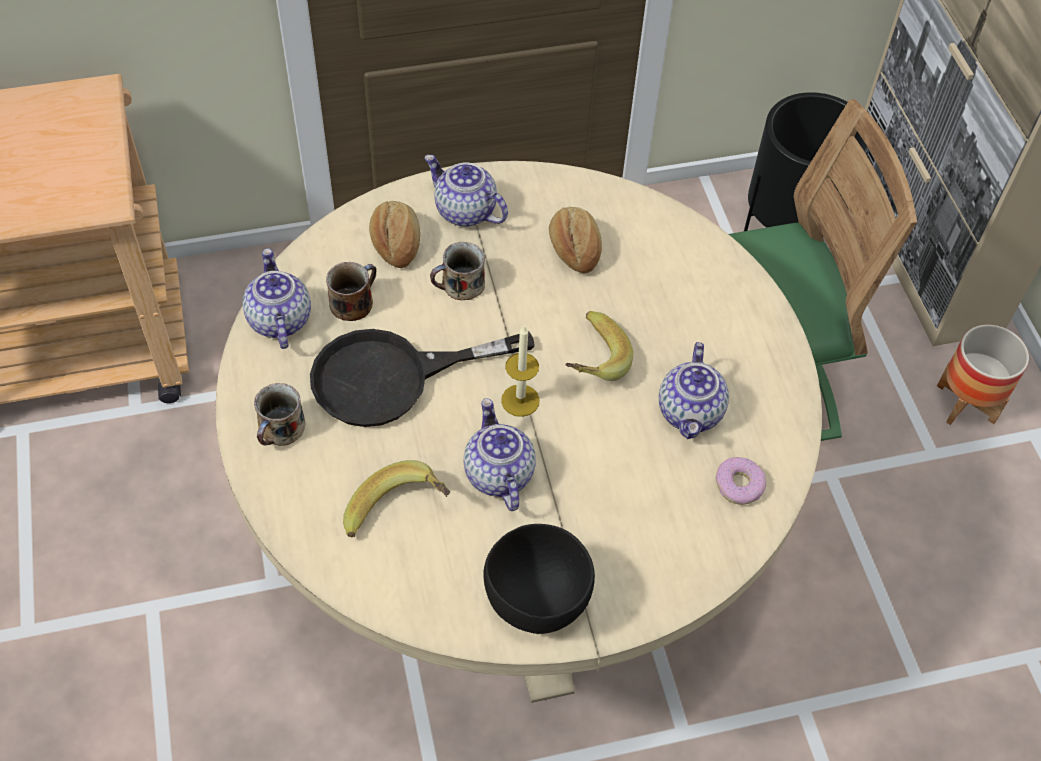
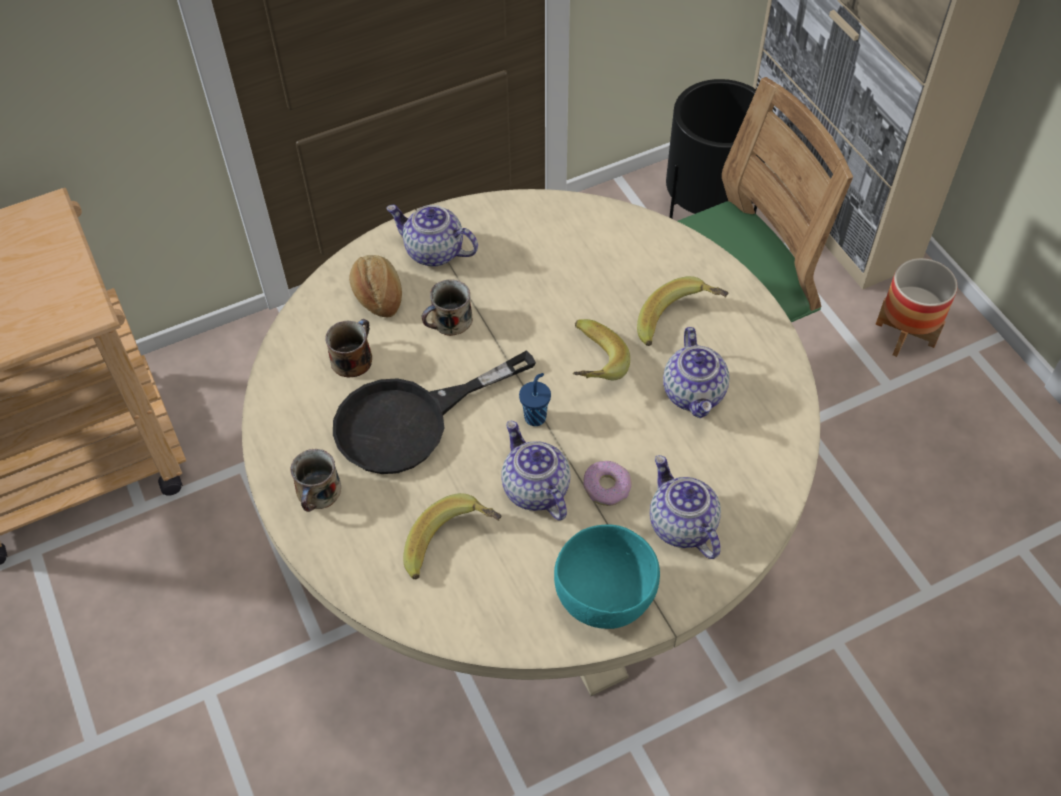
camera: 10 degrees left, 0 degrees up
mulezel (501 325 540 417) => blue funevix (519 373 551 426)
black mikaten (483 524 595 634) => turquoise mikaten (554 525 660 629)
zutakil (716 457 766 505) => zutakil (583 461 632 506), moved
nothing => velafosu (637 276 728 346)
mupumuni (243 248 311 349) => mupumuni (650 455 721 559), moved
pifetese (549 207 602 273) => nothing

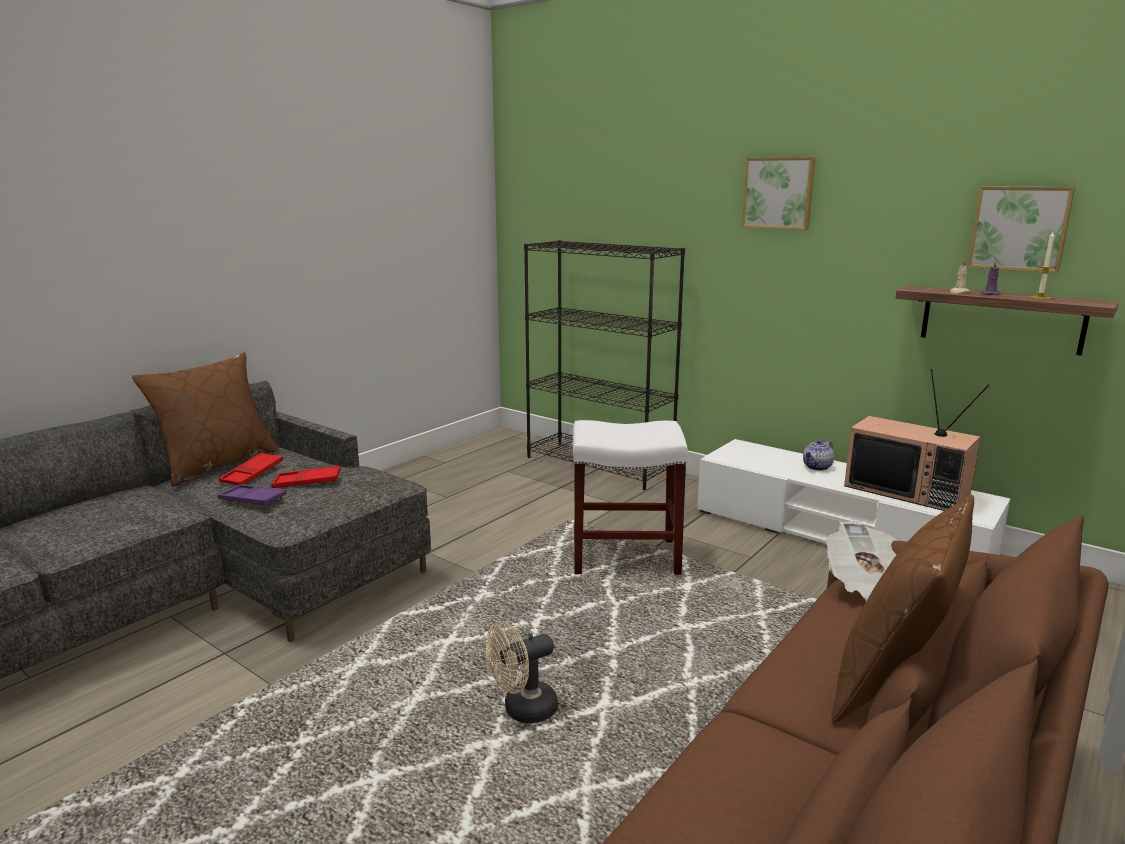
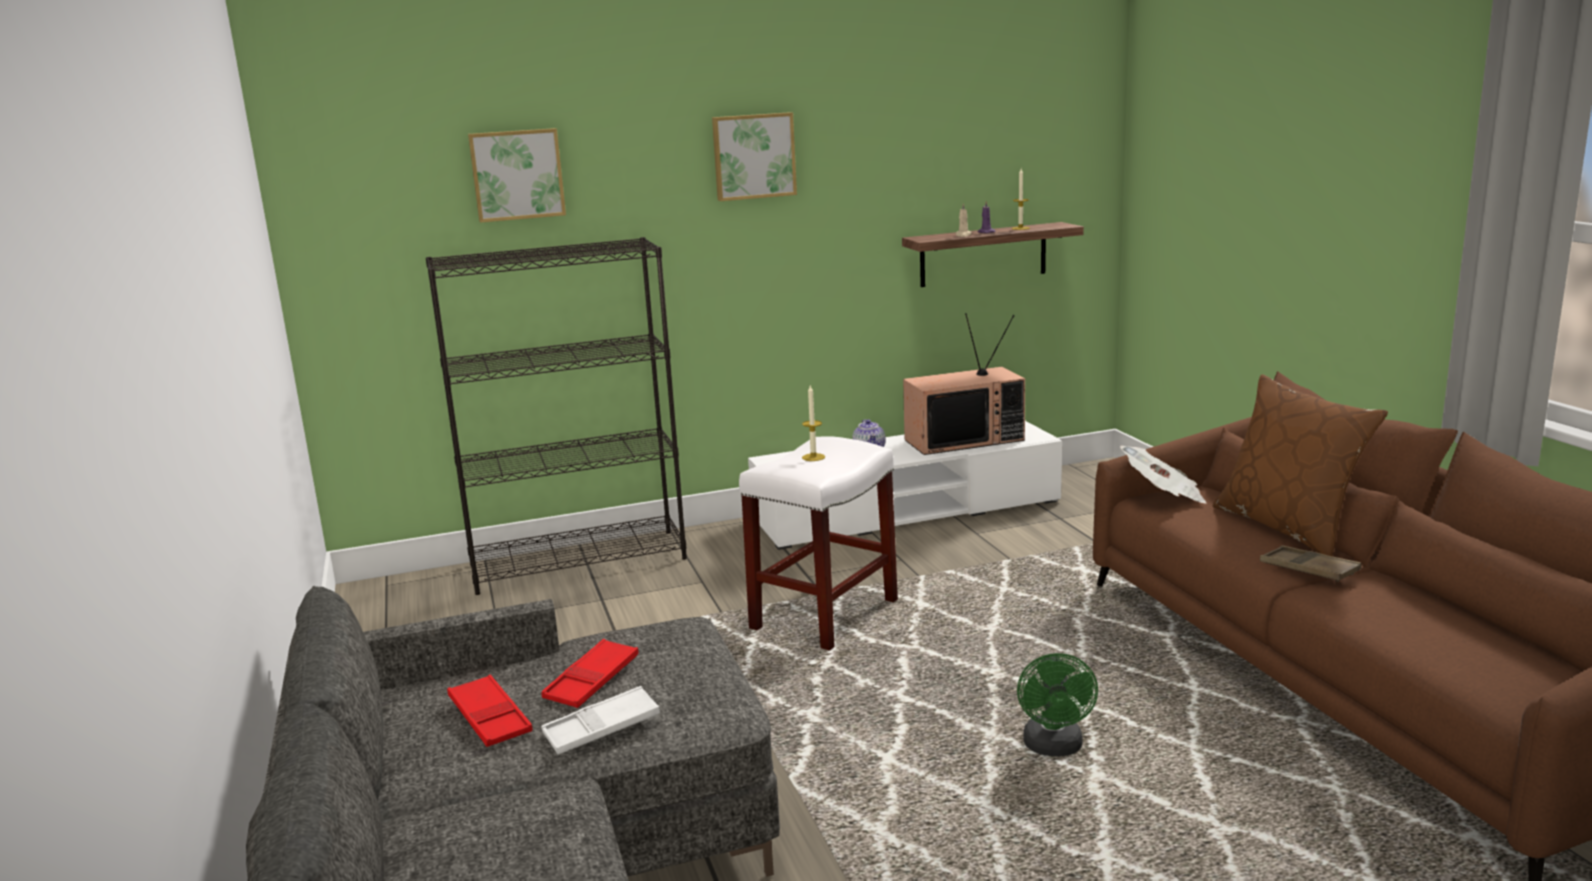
camera: 55 degrees left, 0 degrees up
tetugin (968 186 1075 273) => tetugin (468 128 566 223), moved
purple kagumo (217 484 287 506) => white kagumo (541 686 660 755)
nothing => mulezel (802 386 825 461)
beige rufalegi (486 621 558 723) => green rufalegi (1017 653 1098 756)
nothing => brown kagumo (1260 545 1361 582)
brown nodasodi (132 352 279 487) => nothing

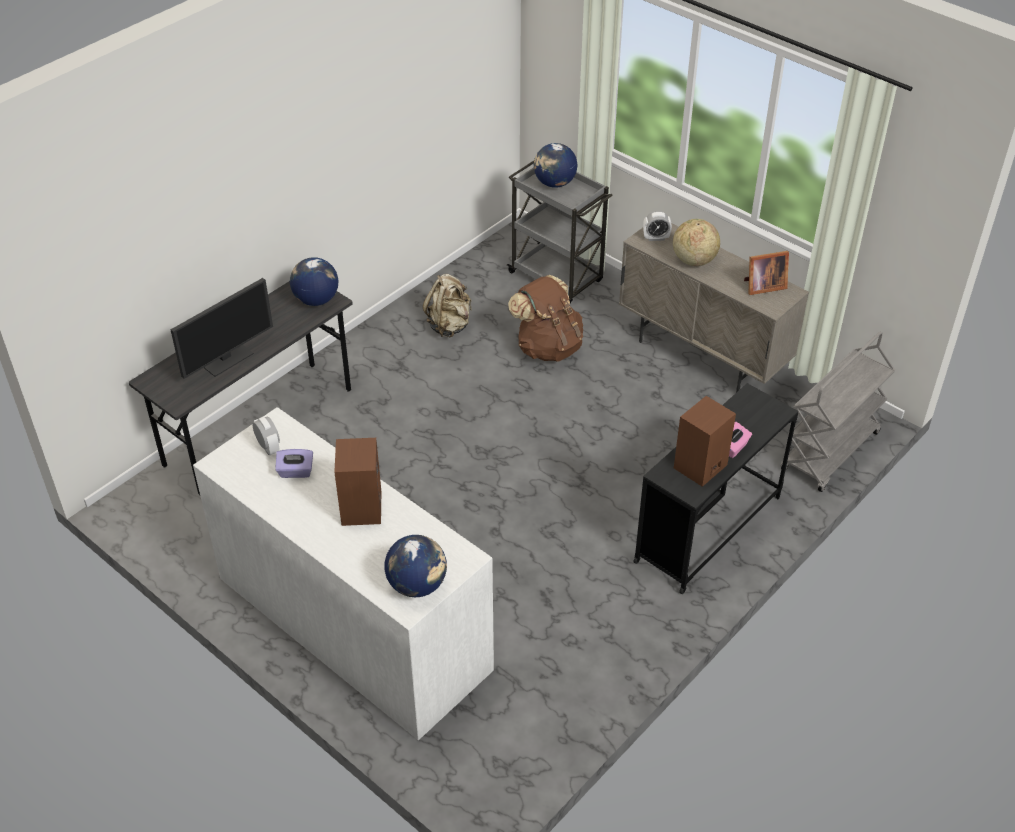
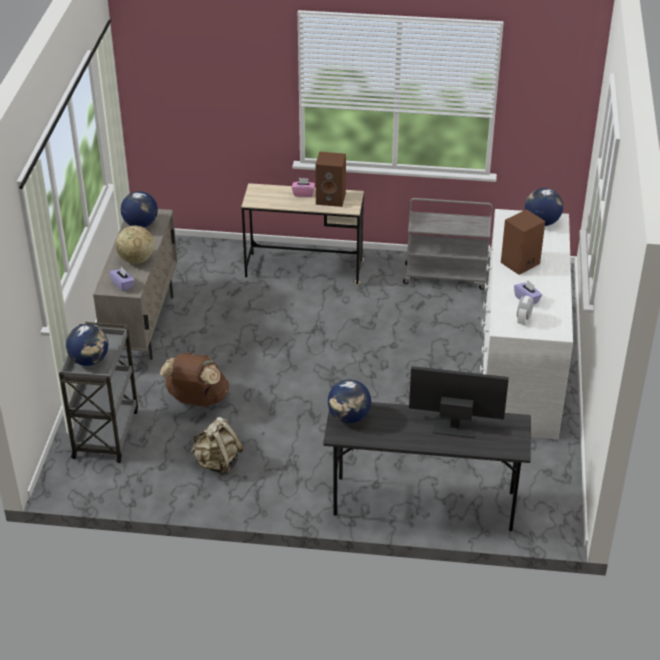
camera: 125 degrees left, 5 degrees down
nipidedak (643 211 672 241) => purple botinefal (109 267 135 291)
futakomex (744 251 789 295) => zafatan (121 191 158 228)
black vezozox (633 383 798 594) => beige vezozox (241 183 364 285)
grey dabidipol (780 332 895 492) => grey dabidipol (403 198 492 290), moved

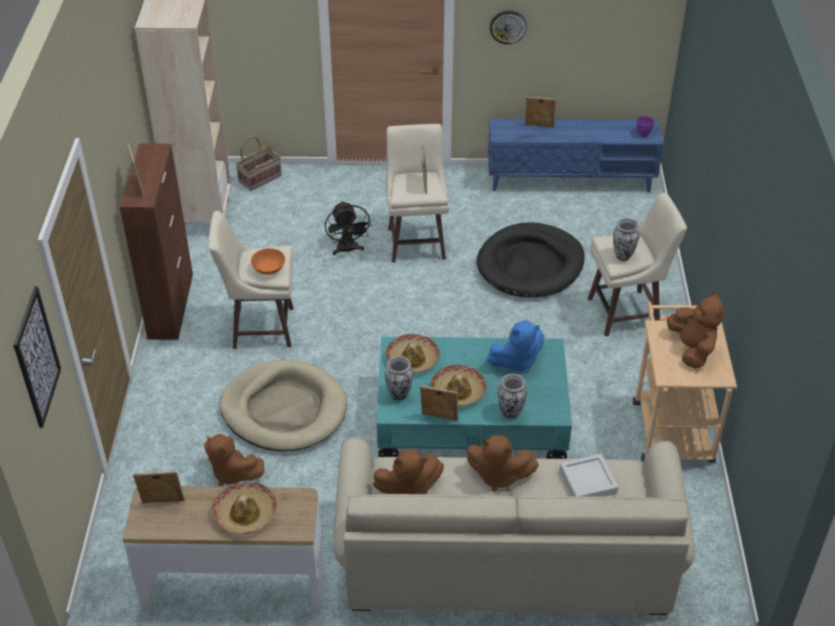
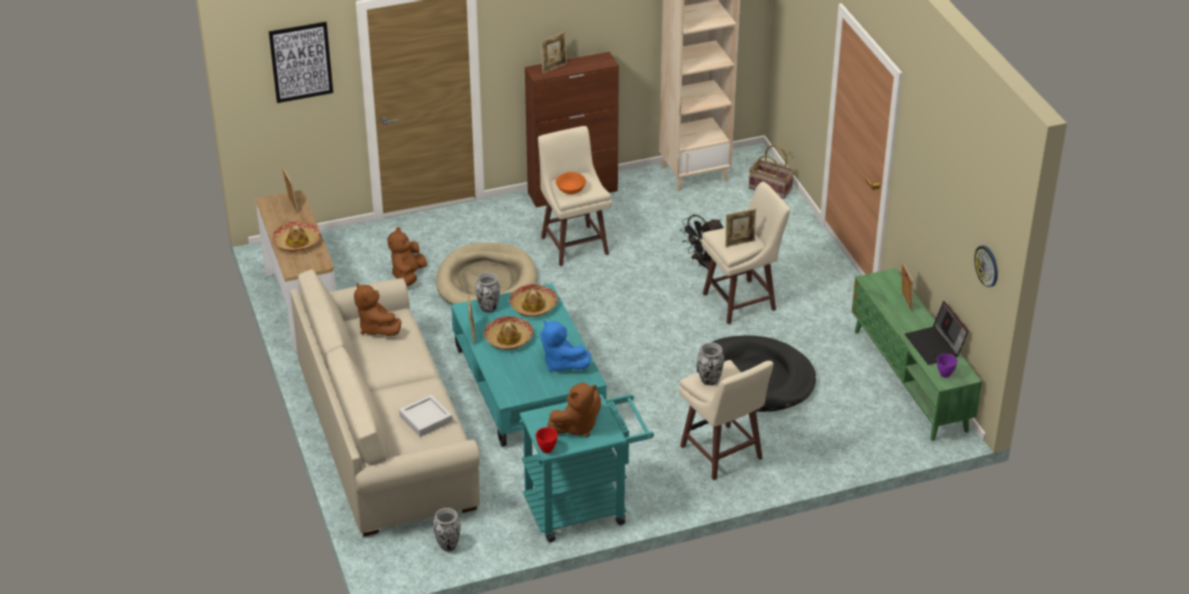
camera: 70 degrees right, 5 degrees down
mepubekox (498 374 527 418) => mepubekox (433 508 461 552), moved
beige dabidipol (633 302 737 463) => turquoise dabidipol (520 394 654 542)
nothing => red mikaten (536 427 558 453)
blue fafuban (488 119 664 193) => green fafuban (852 268 982 441)
nothing => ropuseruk (905 301 968 365)
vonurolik (490 10 527 44) => vonurolik (974 245 998 287), moved
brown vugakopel (466 435 539 492) => nothing

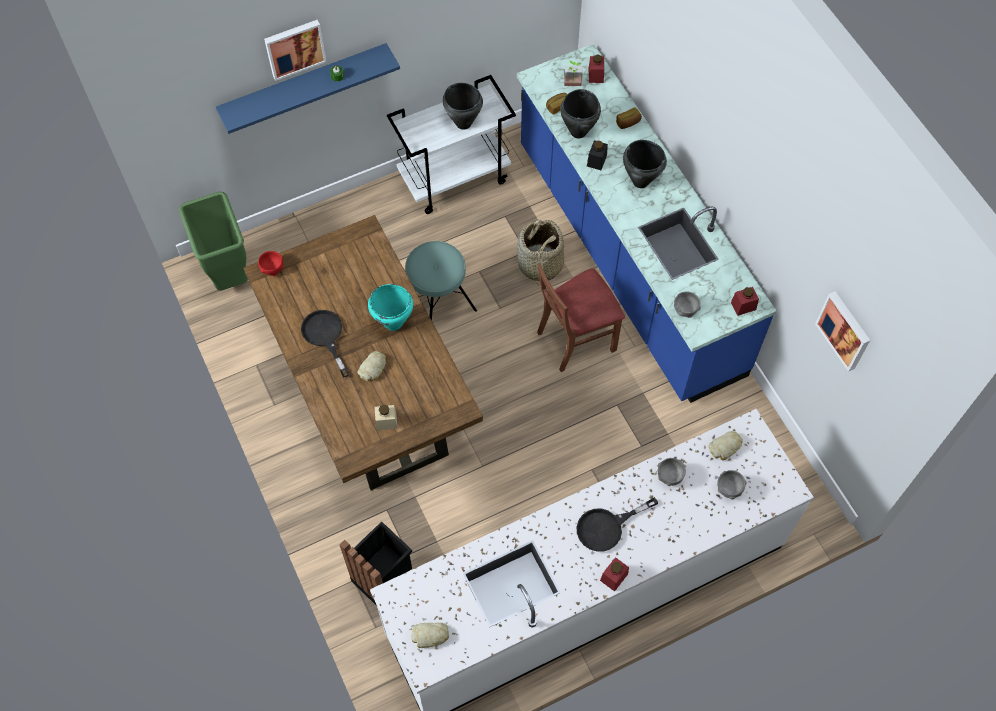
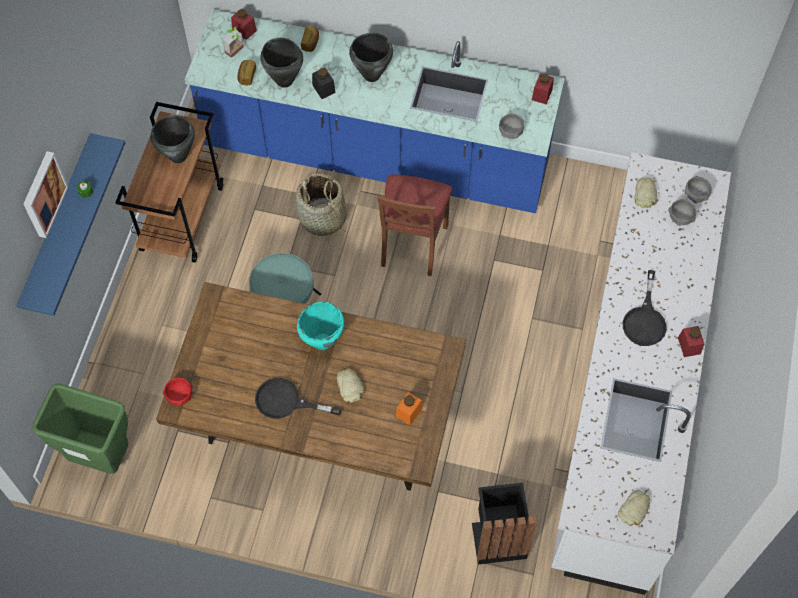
camera: 50 degrees left, 0 degrees up
white dabidipol (387 75 516 214) => brown dabidipol (115 102 224 263)
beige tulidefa (375 405 398 431) => orange tulidefa (396 392 422 425)
grey mikaten (658 458 686 486) => grey mikaten (685 177 712 203), moved
tetugin (815 291 870 372) => nothing

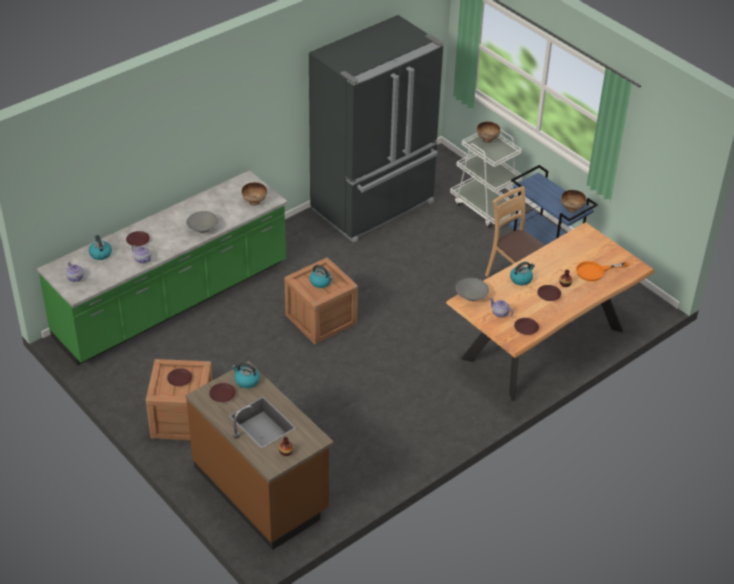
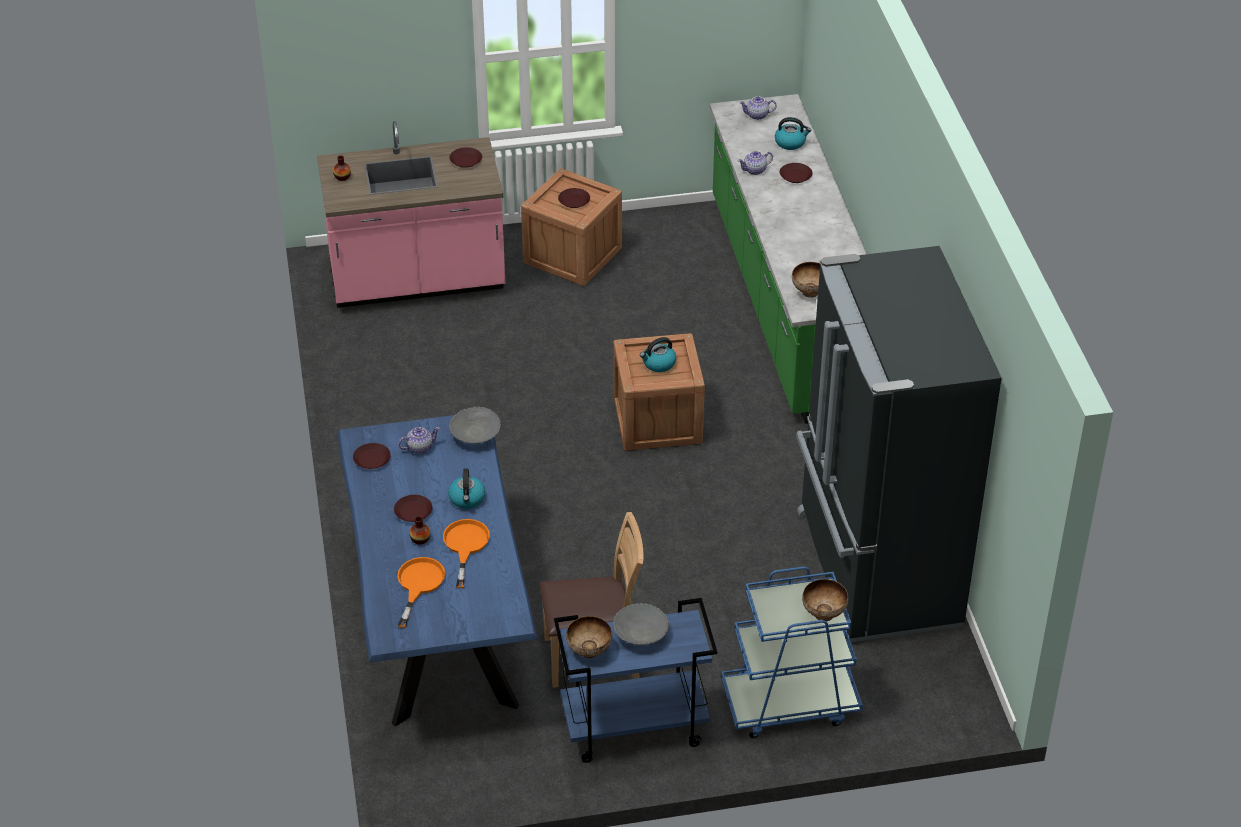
camera: 120 degrees right, 0 degrees up
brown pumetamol (185 361 334 550) => pink pumetamol (317 121 505 308)
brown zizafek (446 222 655 401) => blue zizafek (337 415 537 727)
nothing => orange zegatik (443 519 490 588)
grey mikaten (186 211 219 233) => grey mikaten (613 603 669 645), moved
white dabidipol (450 129 522 228) => blue dabidipol (721 567 863 738)
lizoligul (232 363 260 388) => nothing

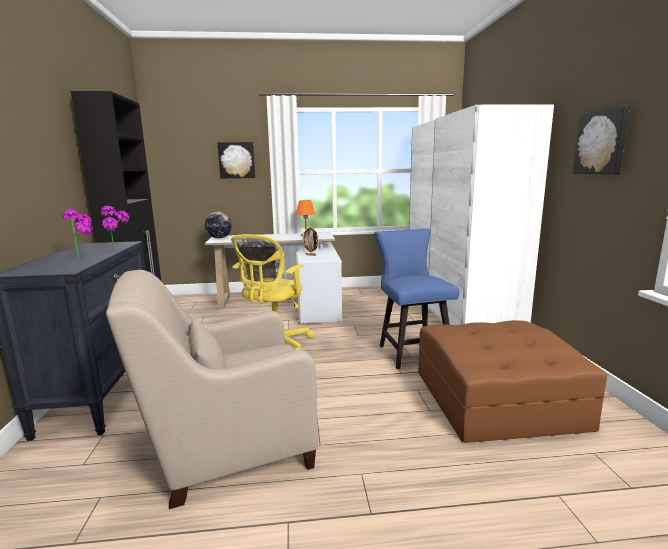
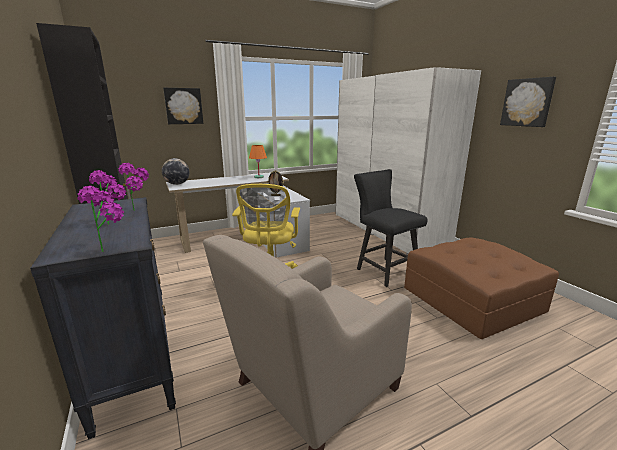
camera: 20 degrees left, 5 degrees up
nothing => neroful (77 186 124 252)
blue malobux (374 228 459 369) => black malobux (354 169 427 287)

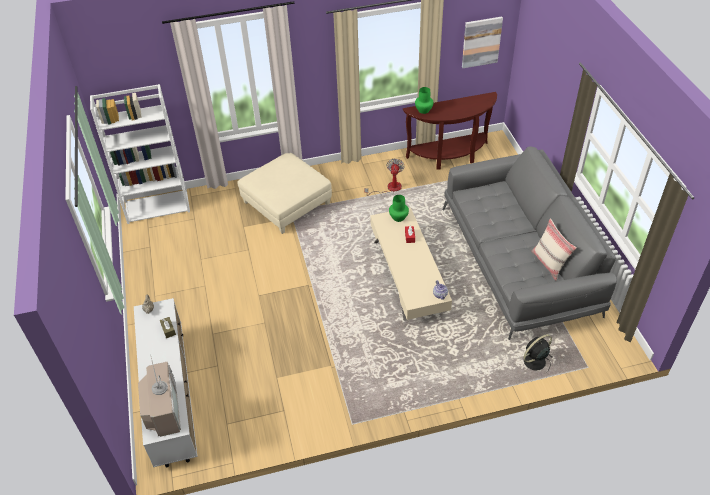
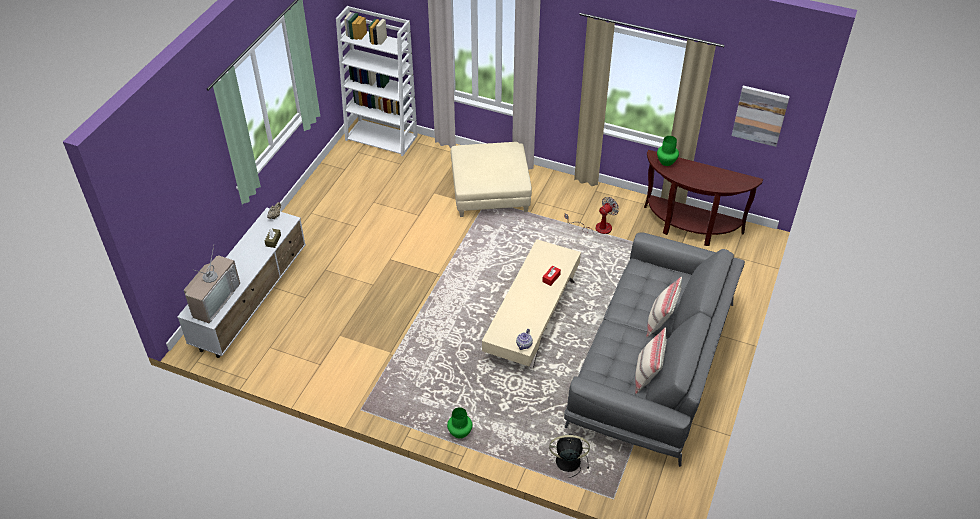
camera: 35 degrees right, 0 degrees up
green mepubekox (389 195 409 222) => green mepubekox (447 407 472 439), moved
nothing => beige nodasodi (646 277 682 337)

